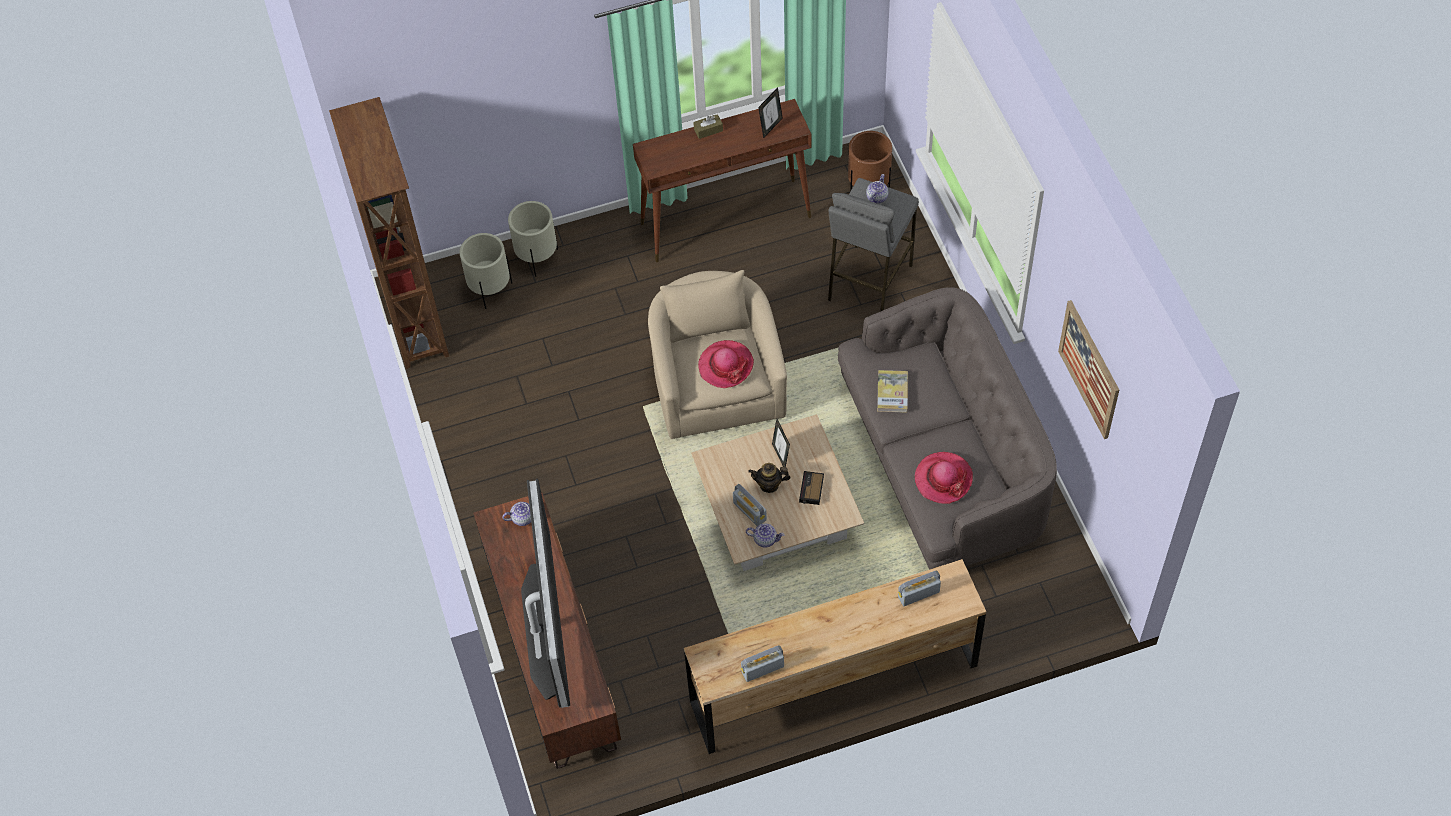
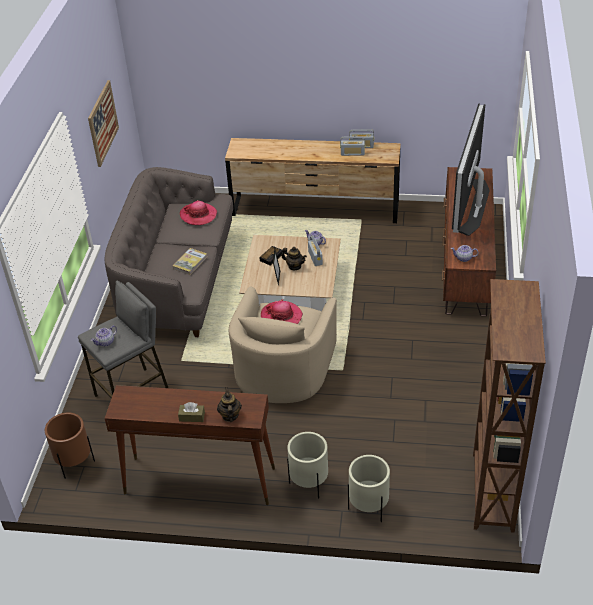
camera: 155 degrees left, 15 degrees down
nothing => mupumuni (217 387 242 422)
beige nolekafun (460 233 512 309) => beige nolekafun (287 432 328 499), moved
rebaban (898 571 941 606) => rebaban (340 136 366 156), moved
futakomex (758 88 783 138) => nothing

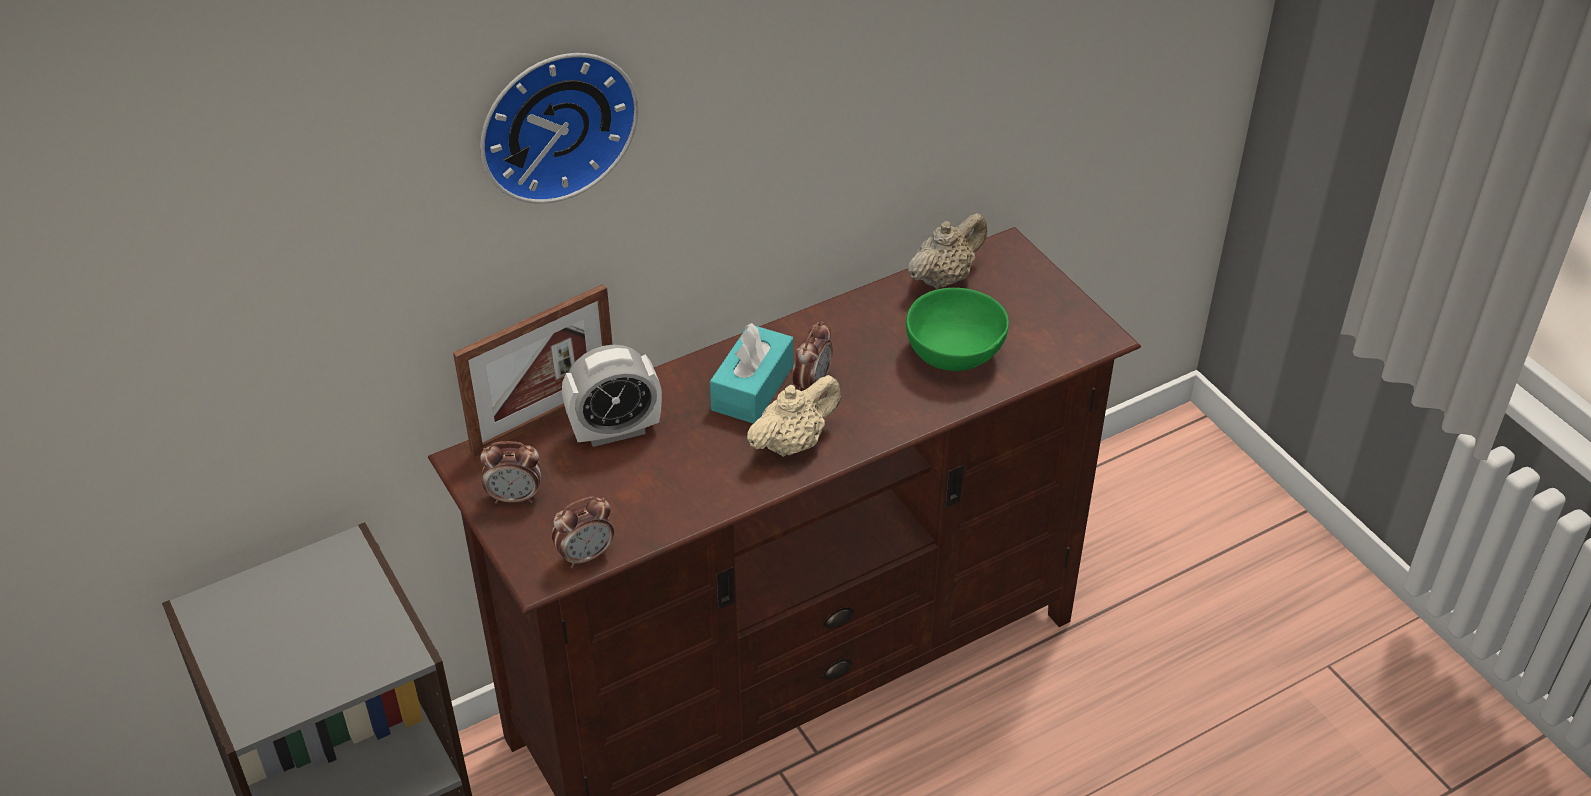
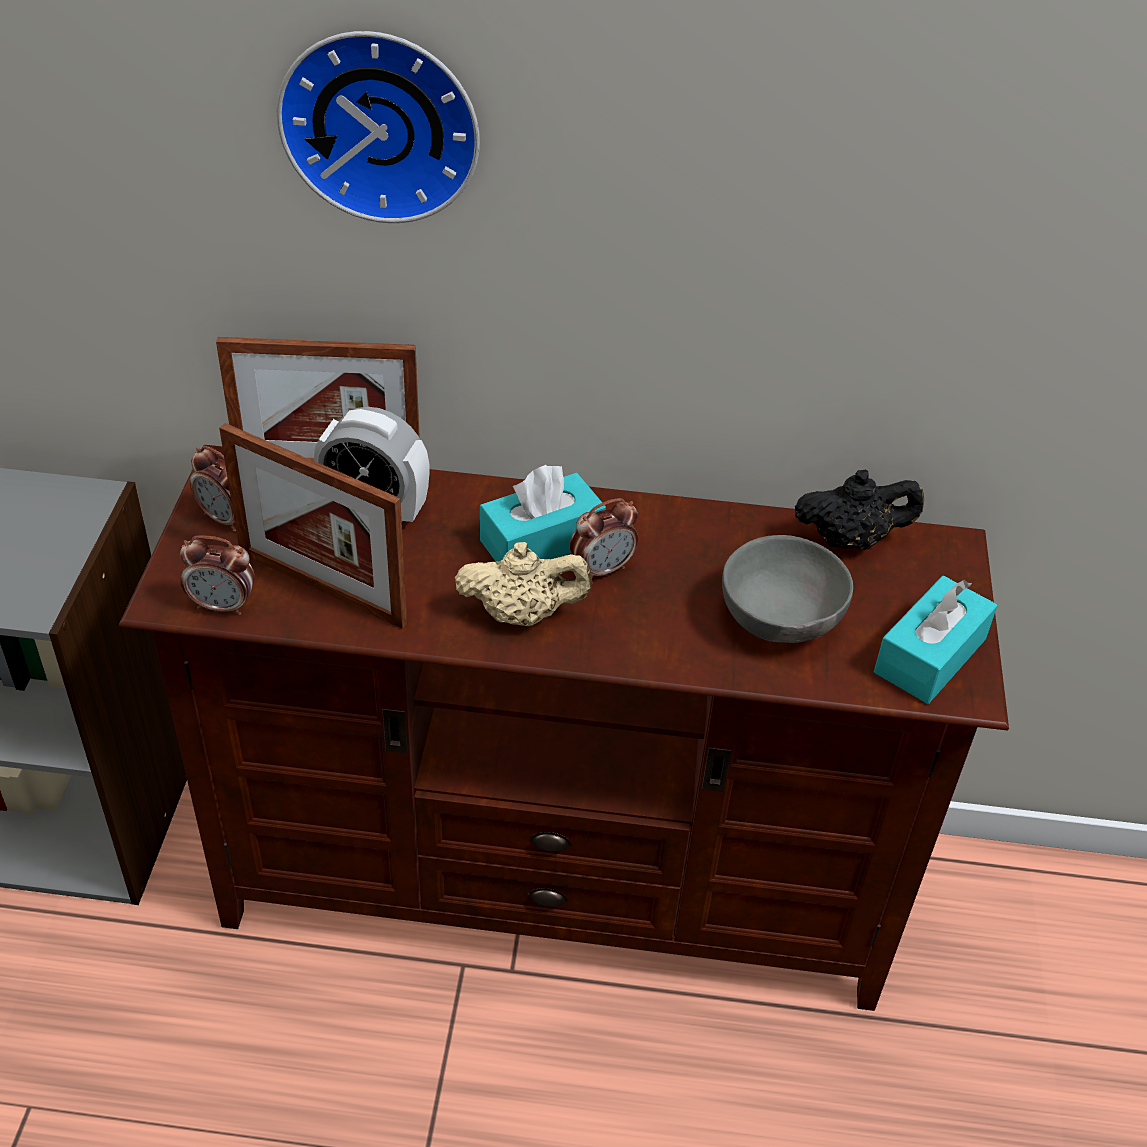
camera: 35 degrees right, 0 degrees up
nothing => futakomex (219 423 407 629)
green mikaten (906 288 1009 371) => grey mikaten (722 535 853 643)
beige mupumuni (907 213 987 289) => black mupumuni (795 470 924 550)
nothing => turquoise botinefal (874 576 997 704)

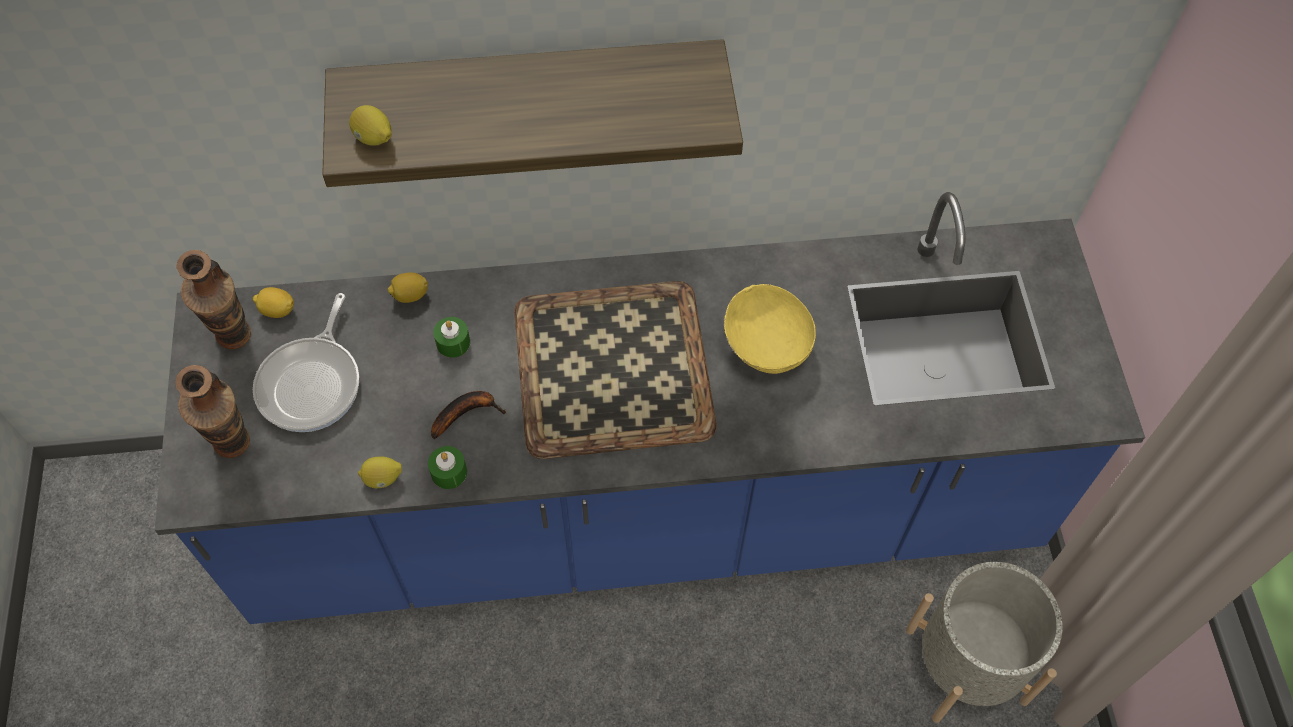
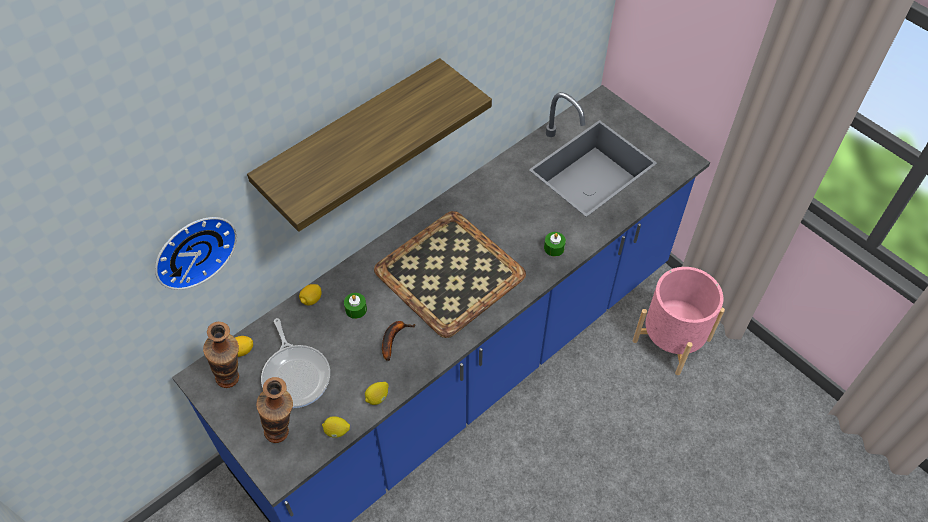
camera: 35 degrees left, 5 degrees down
nothing => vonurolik (155 217 237 290)
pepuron (349 105 392 146) => pepuron (322 416 350 438), moved
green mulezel (428 446 467 489) => green mulezel (544 232 566 256), moved
grey nolekafun (906 562 1063 723) => pink nolekafun (633 267 725 375)
yellow mikaten (724 284 816 374) => nothing

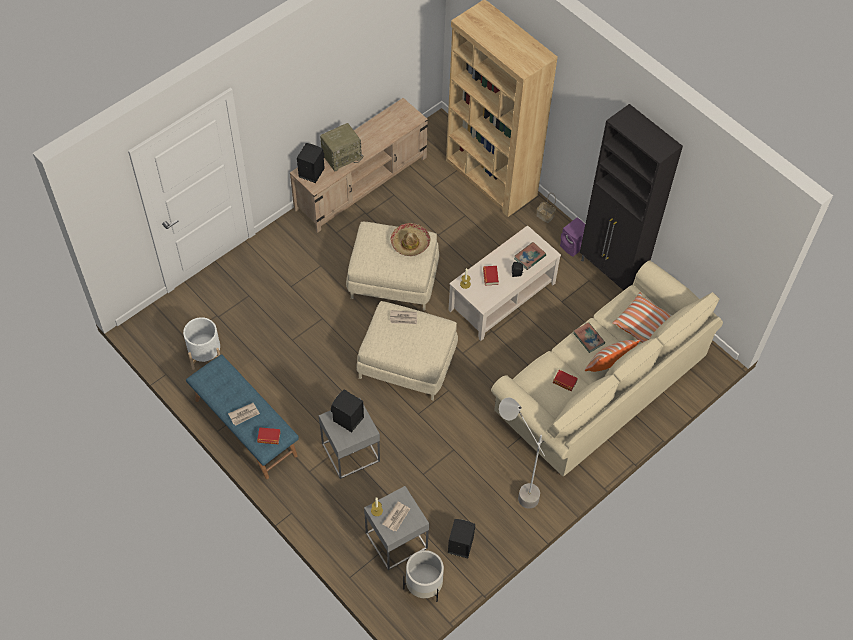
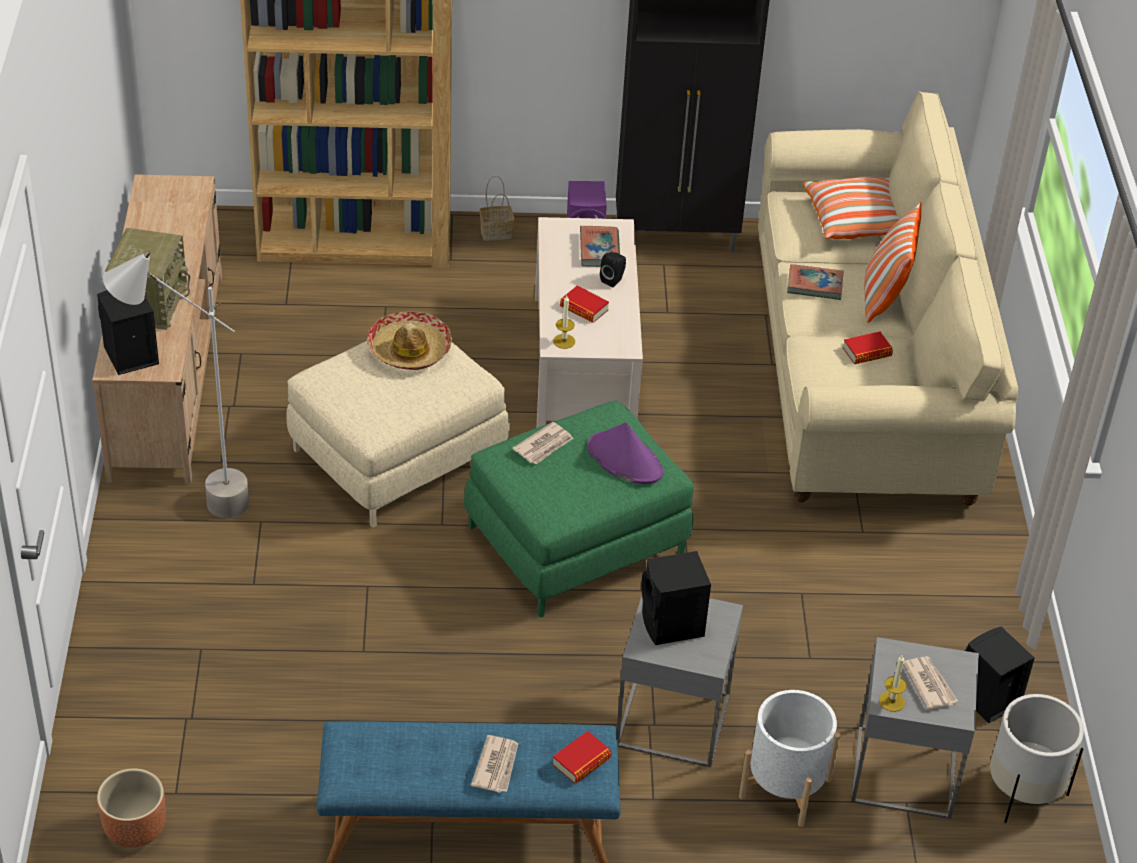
camera: 50 degrees left, 15 degrees down
nothing => brown nolekafun (97 768 166 848)
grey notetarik (499 398 545 509) => grey notetarik (103 251 249 518), moved
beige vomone (356 301 458 400) => green vomone (464 401 694 618)
nothing => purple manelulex (587 422 663 484)
white nolekafun (183 317 220 370) => white nolekafun (739 690 840 827), moved

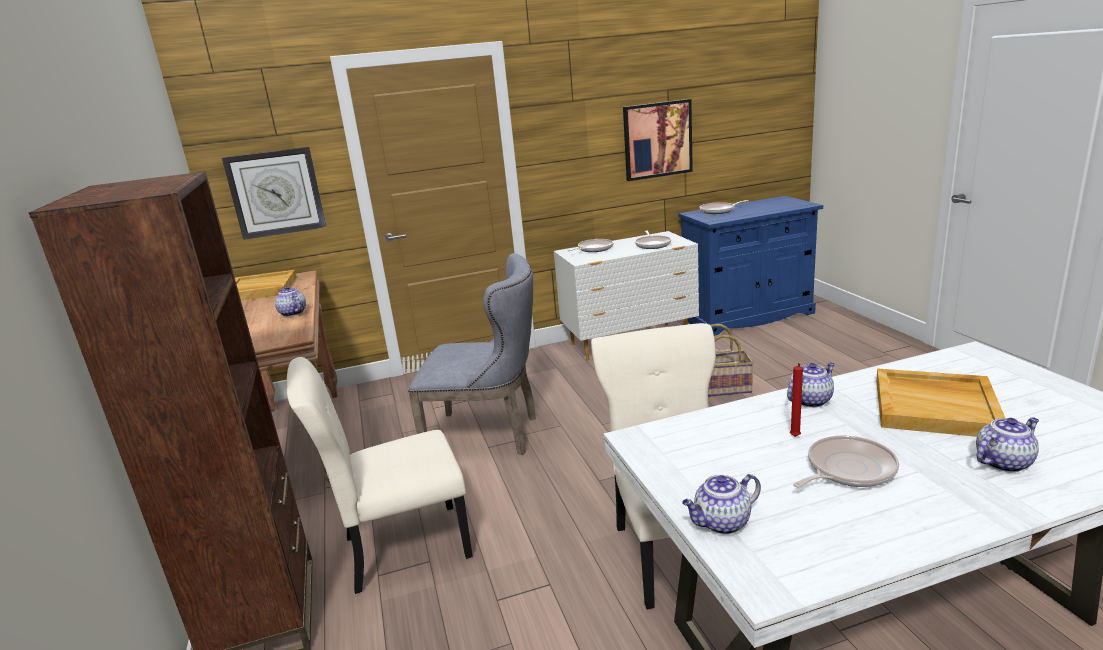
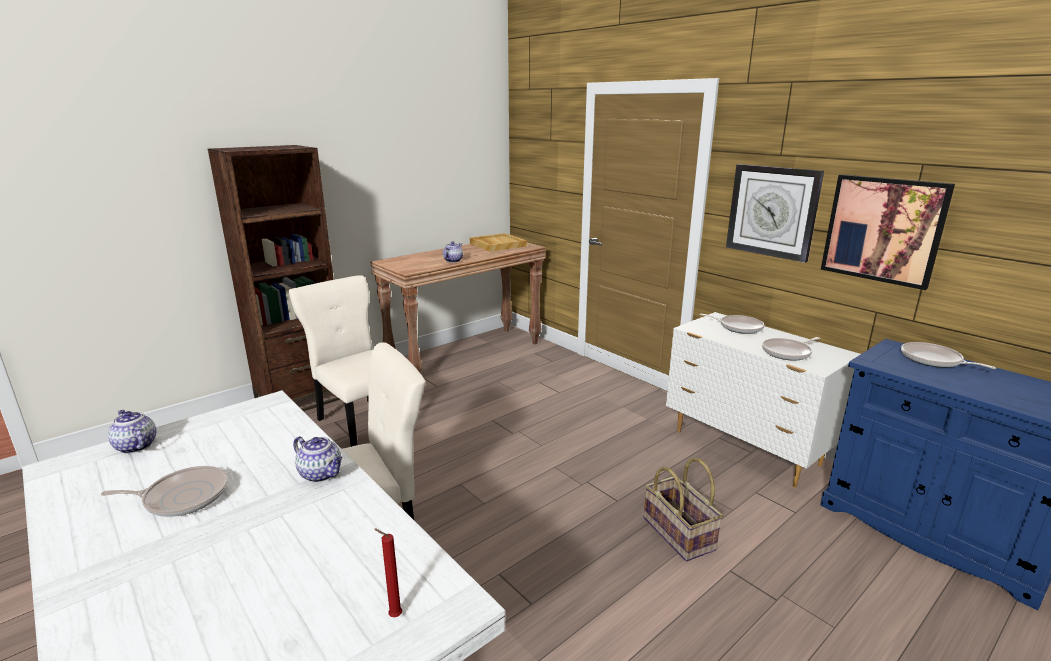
camera: 65 degrees right, 0 degrees up
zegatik (793 436 899 488) => zegatik (101 466 228 517), 45 degrees counterclockwise
red mulezel (790 363 803 437) => red mulezel (374 529 402 617), moved
vonurolik (222 147 326 240) => vonurolik (726 164 824 263), moved
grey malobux (408 253 536 455) => nothing
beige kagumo (876 368 1005 437) => nothing
mupumuni (976 417 1039 472) => nothing

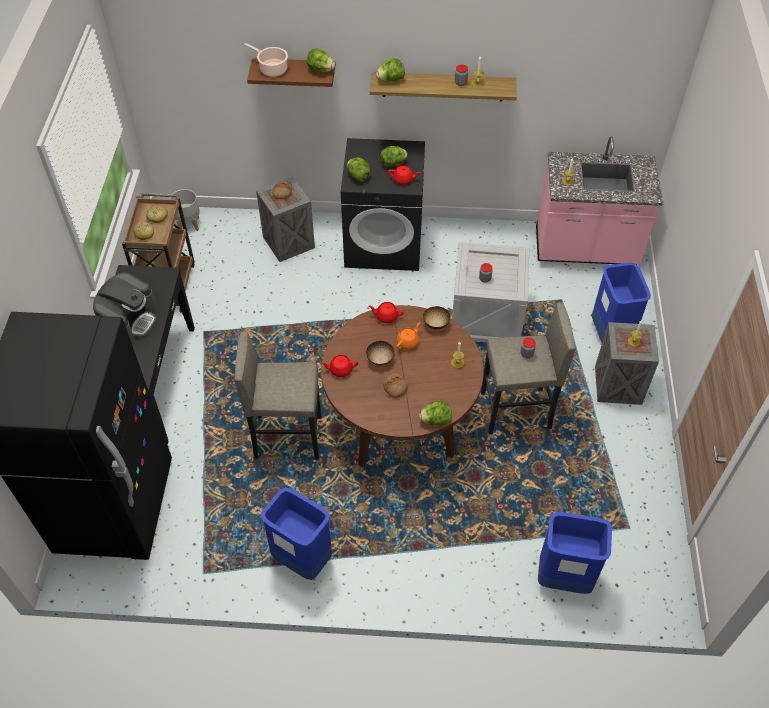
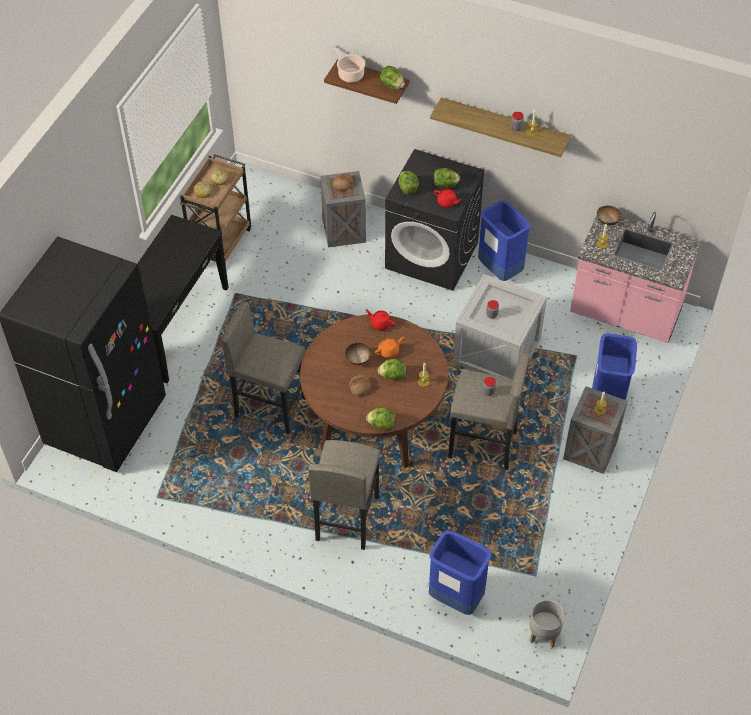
camera: 20 degrees right, 0 degrees up
nothing => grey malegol (308 440 380 550)
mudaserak (376 59 405 82) => mudaserak (378 359 406 380), moved
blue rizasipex (261 487 332 580) => blue rizasipex (478 201 531 281), moved
grey nolekafun (170 189 200 231) => grey nolekafun (529 600 564 648), moved
mikaten (423 306 450 330) => mikaten (597 206 621 226), moved
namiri (93 272 157 345) => nothing
red mupumuni (321 355 358 377) => nothing

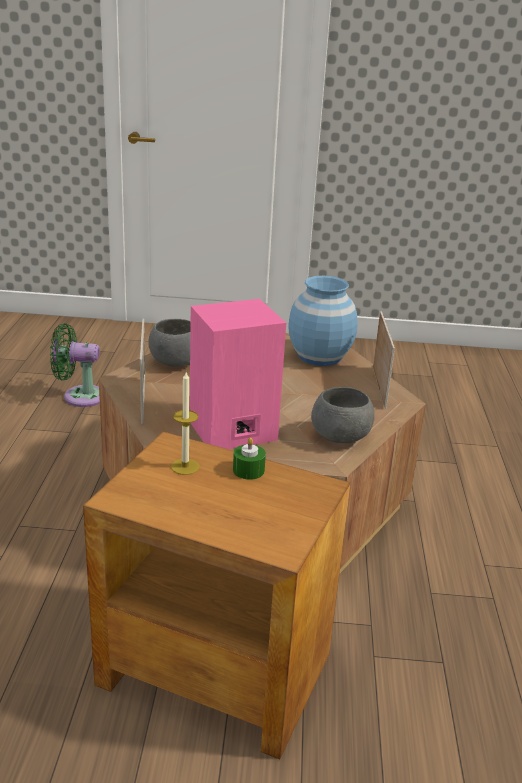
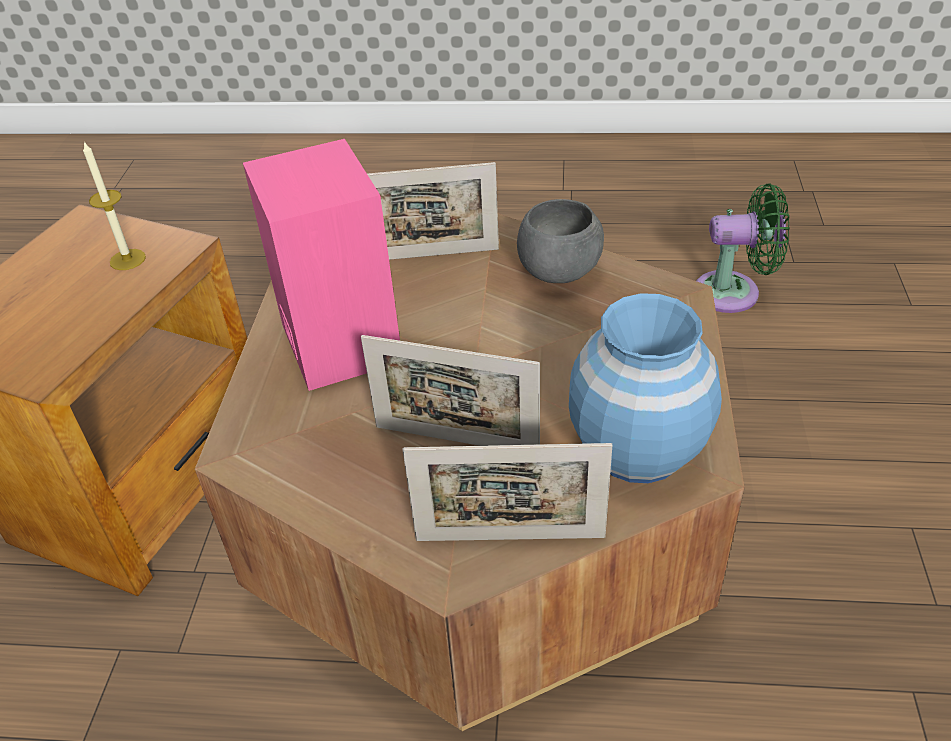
camera: 95 degrees right, 15 degrees up
nothing => futakomex (361 335 540 446)
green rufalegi (50 323 100 407) => green rufalegi (696 184 790 313), 90 degrees clockwise
green mulezel (233 437 266 480) => nothing
grey mikaten (311 387 375 443) => nothing

